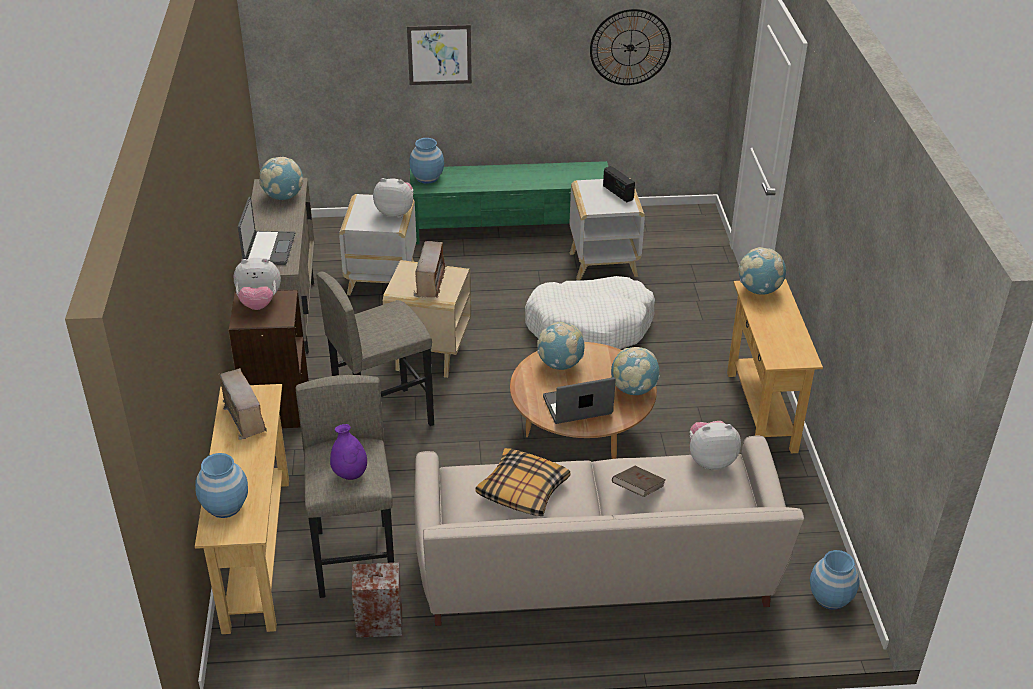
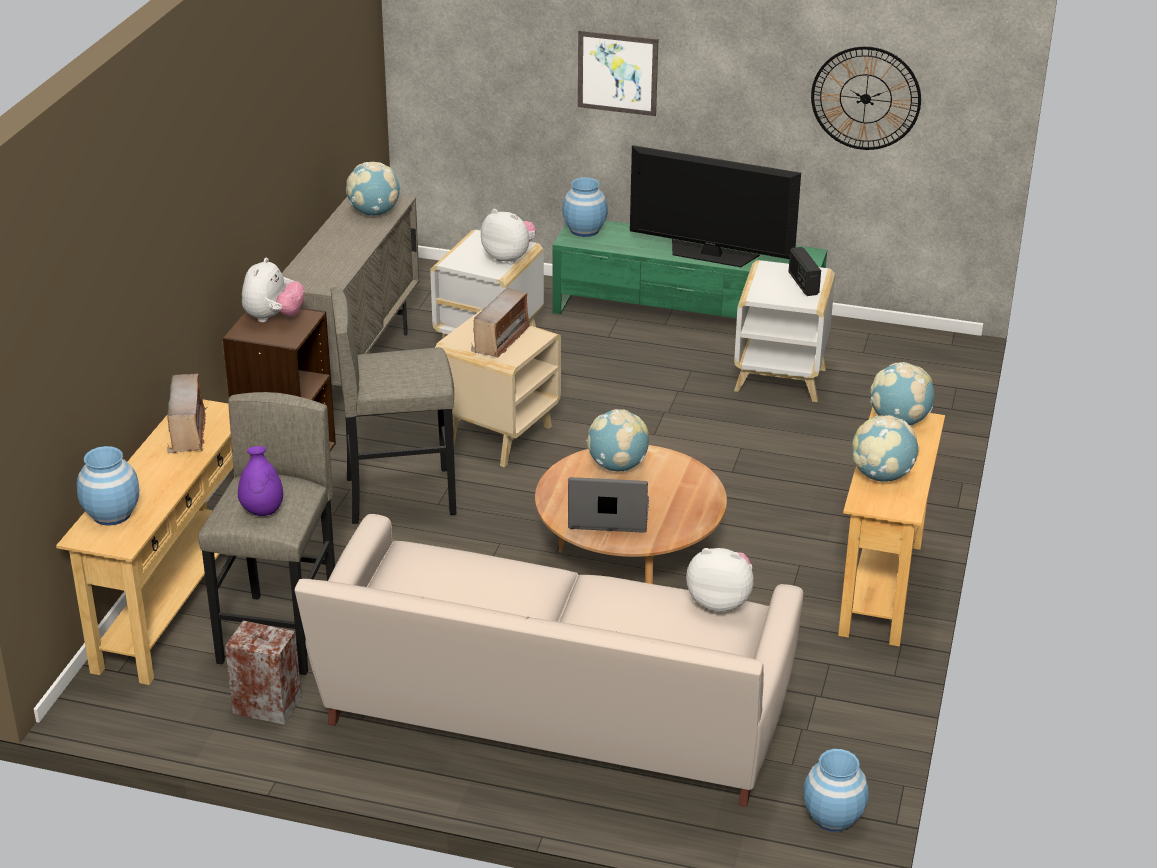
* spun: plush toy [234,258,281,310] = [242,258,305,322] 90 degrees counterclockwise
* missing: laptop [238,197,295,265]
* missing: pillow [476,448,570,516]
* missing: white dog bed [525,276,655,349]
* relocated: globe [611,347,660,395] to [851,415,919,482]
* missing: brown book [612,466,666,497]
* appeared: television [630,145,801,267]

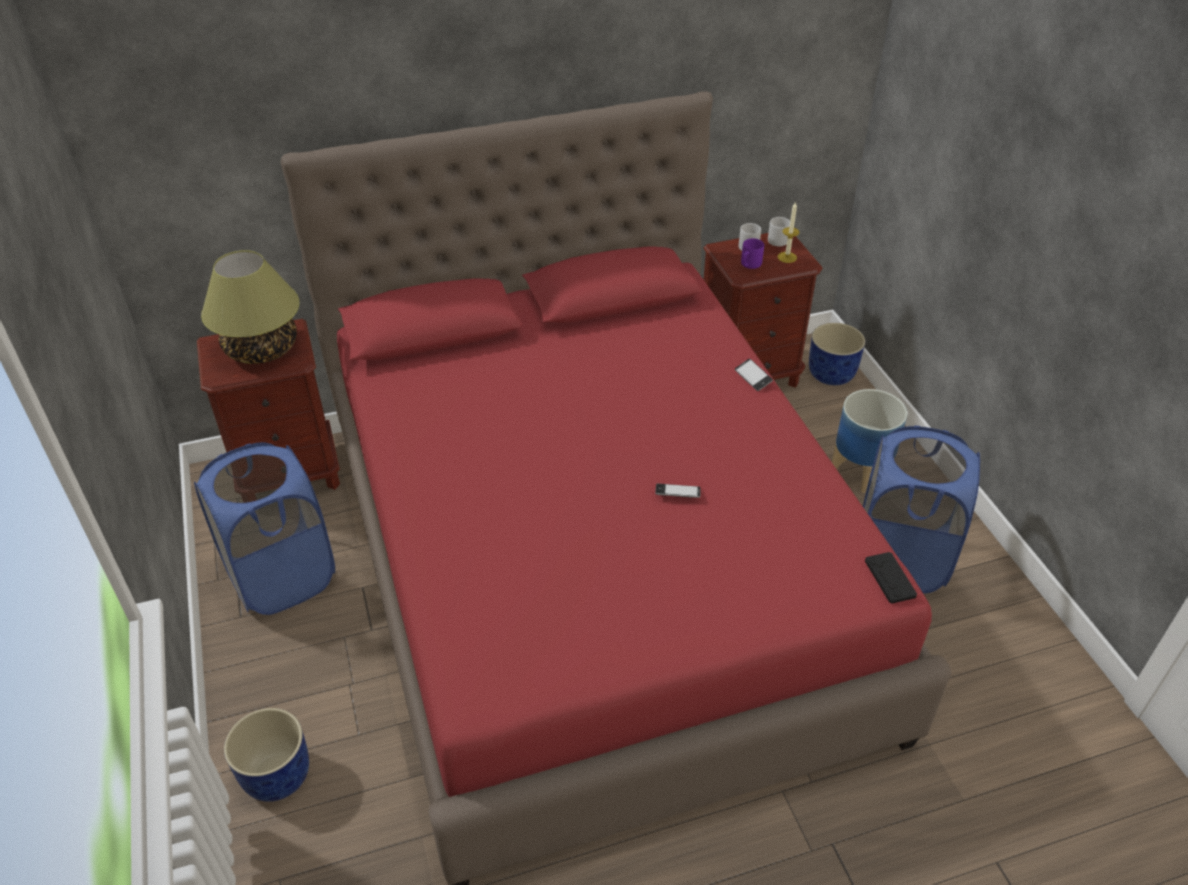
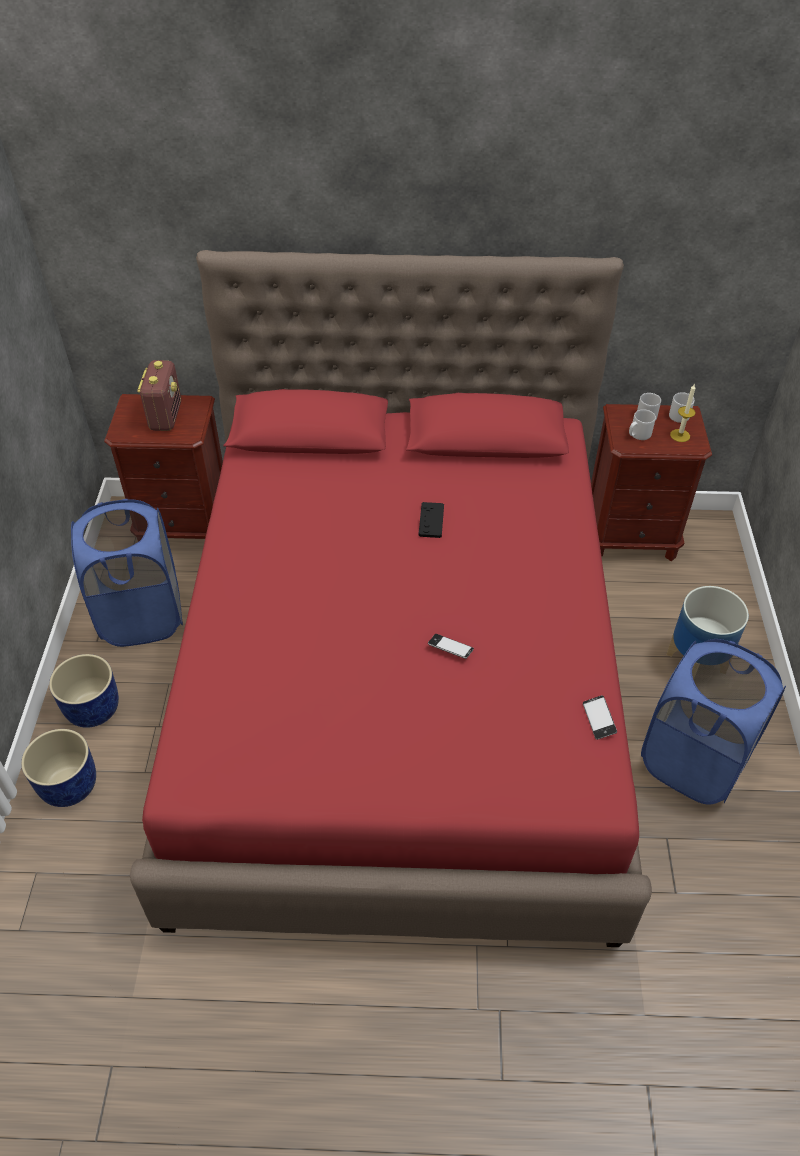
* exchanged: table lamp [201,250,300,364] to radio [137,360,181,431]
* relocated: phone [735,359,773,391] to [583,695,617,740]
* colour: purple mug [741,238,764,269] to grey mug [629,409,656,440]
* relocated: blue planter [809,323,865,385] to [49,654,119,728]
* relocated: black game controller [865,552,917,604] to [419,502,444,538]

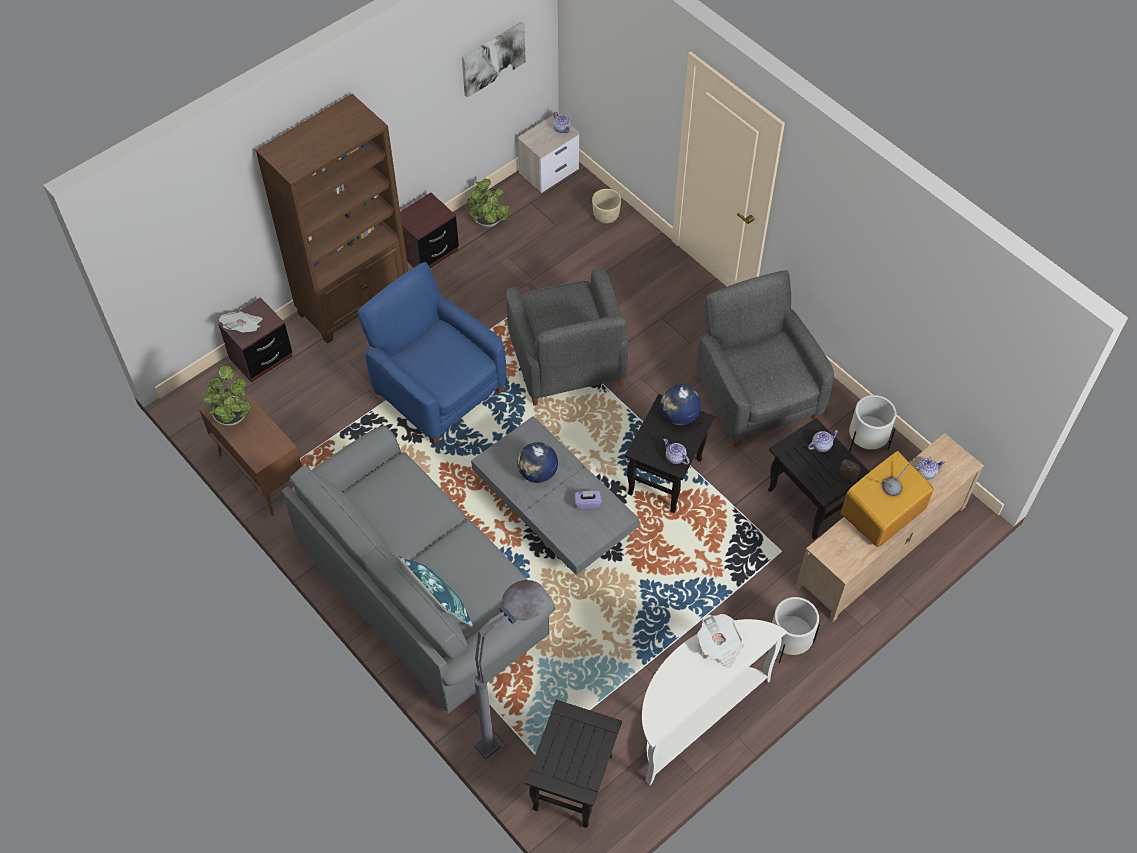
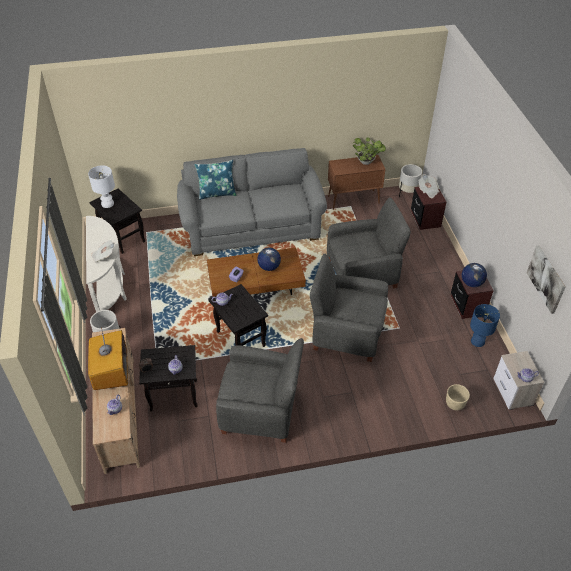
* missing: brown bookcase [255,94,408,344]
* colour: blue armchair [357,262,507,445] to grey armchair [327,197,411,288]
* exchanged: potted plant [467,179,509,228] to blue table lamp [470,304,500,347]
* colour: grey coffee table [471,416,639,575] to brown coffee table [207,247,306,297]
* missing: grey floor lamp [474,580,548,760]
* relocated: globe [660,384,701,425] to [462,263,487,287]
* relocated: white planter [849,395,896,452] to [399,164,422,197]
* appeared: white table lamp [88,165,115,208]

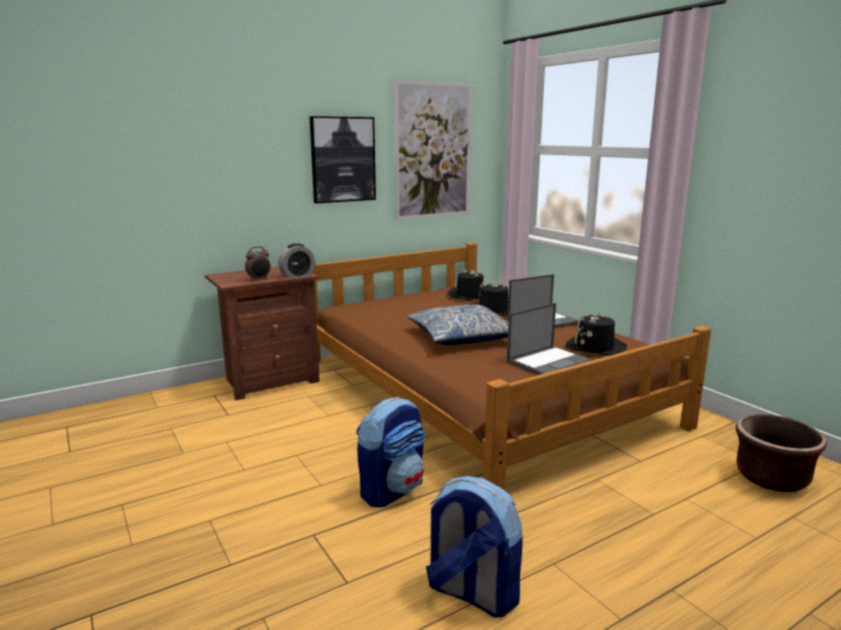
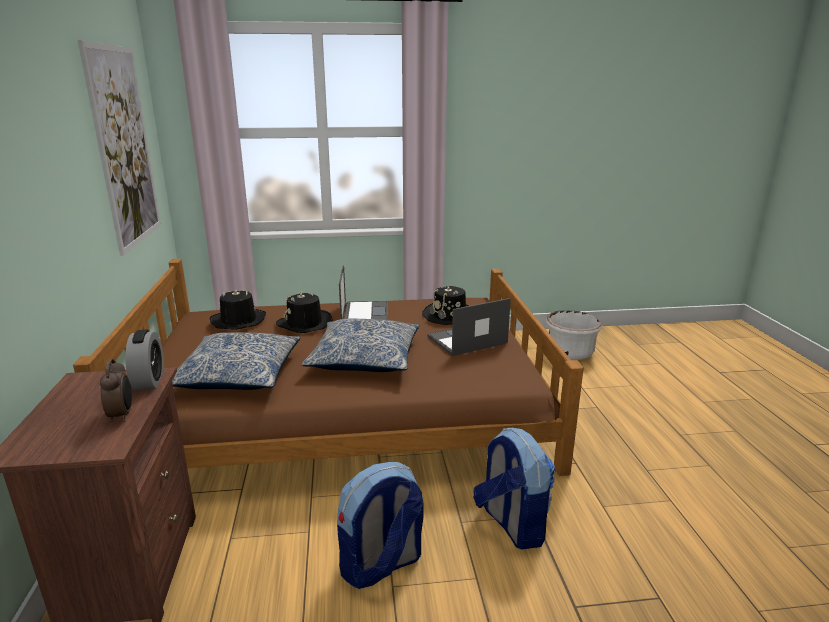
* missing: picture [310,116,376,203]
* relocated: backpack [426,476,523,617] to [337,462,424,589]
* spun: laptop [507,303,593,375] = [427,298,511,356] 105 degrees counterclockwise
* colour: brown planter [736,414,827,492] to white planter [546,311,602,360]
* appeared: pillow [172,332,301,390]

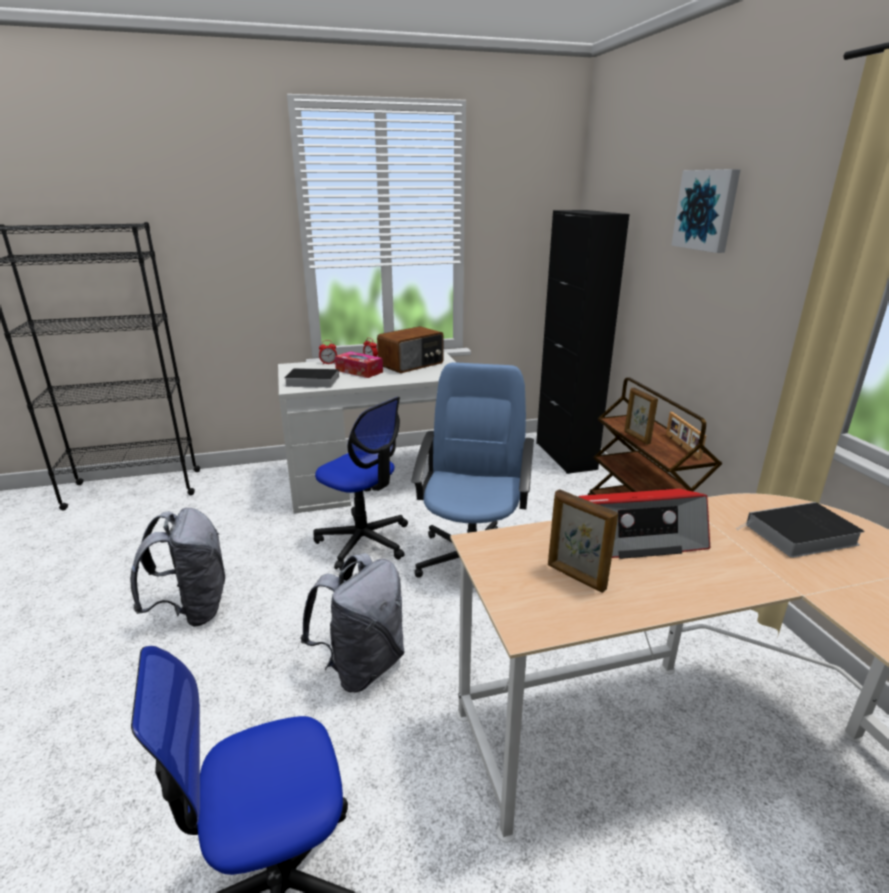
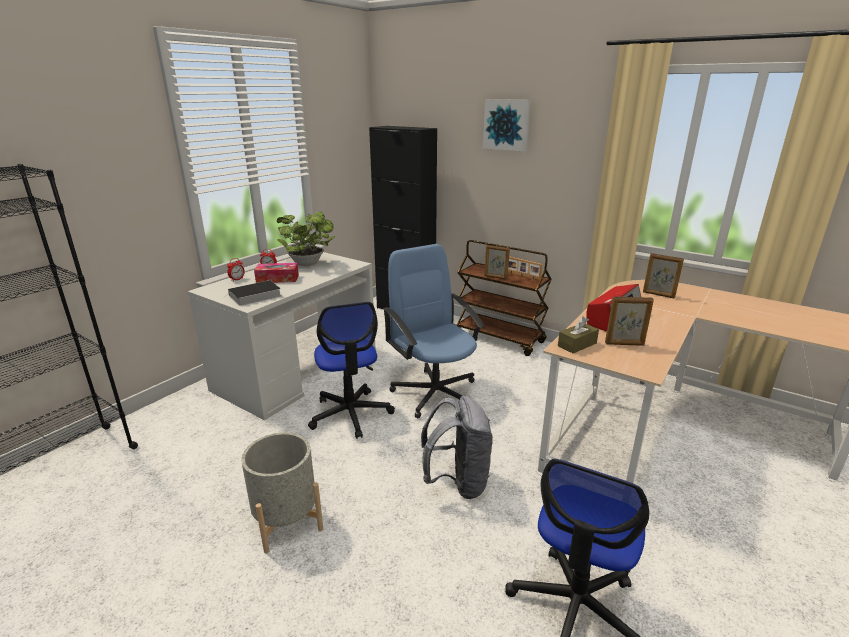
* exchanged: grey backpack [130,508,225,627] to grey planter [241,432,323,553]
* spun: office chair [313,397,408,570] = [308,302,395,439] 75 degrees clockwise
* exchanged: radio [377,326,443,373] to potted plant [277,211,335,266]
* exchanged: book [736,502,864,558] to picture frame [643,253,684,298]
* appeared: brown tissue box [558,316,599,353]

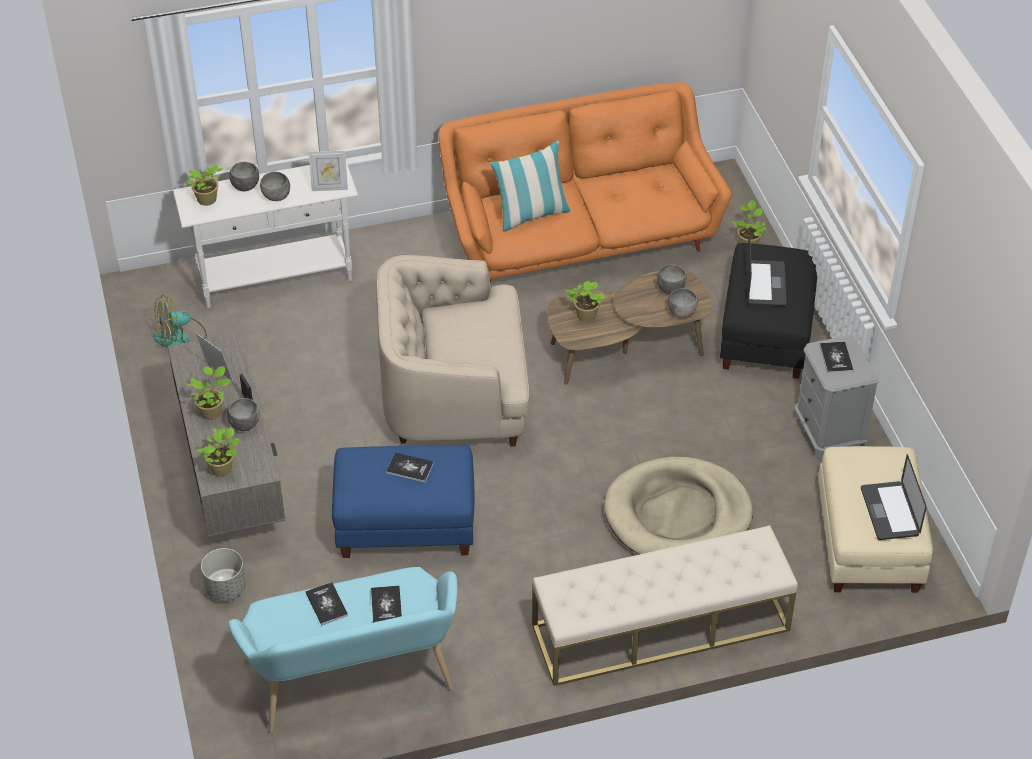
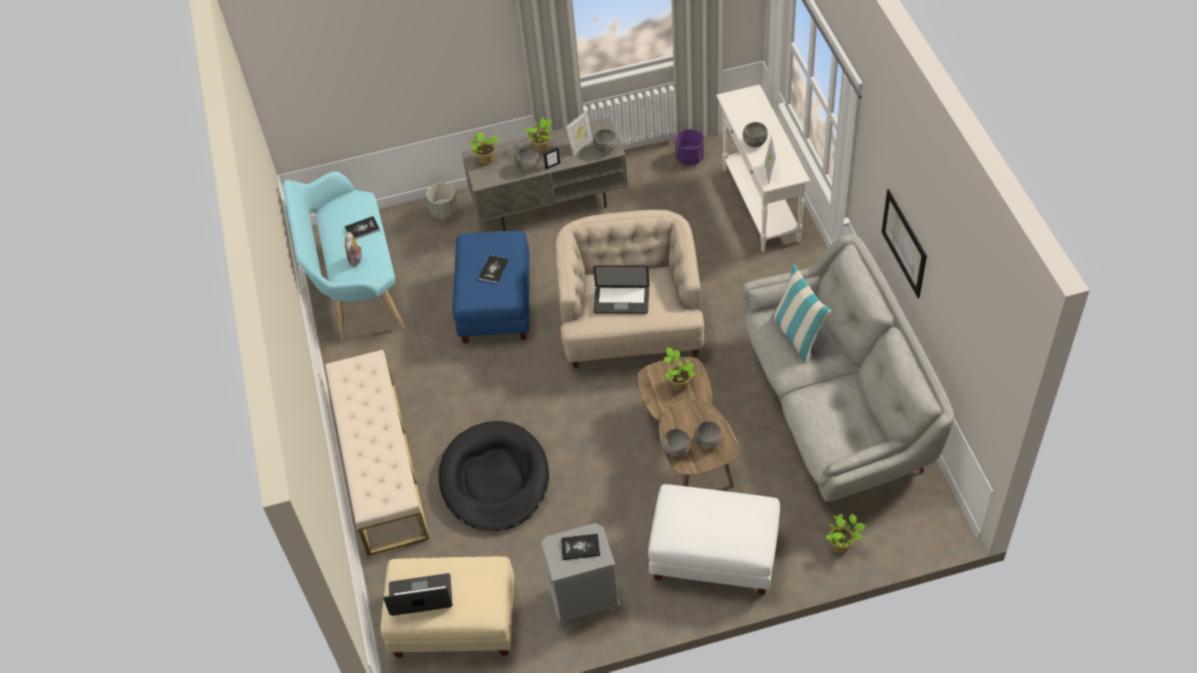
* exchanged: fan [154,295,207,348] to purple planter [675,129,704,165]
* missing: potted plant [186,163,222,206]
* relocated: grey bowl [229,162,259,191] to [593,129,617,153]
* exchanged: book [371,585,402,623] to plush toy [345,232,362,267]
* colour: orange sofa [439,82,731,282] to grey sofa [742,234,954,504]
* colour: beige dog bed [605,457,753,555] to black dog bed [439,421,549,531]
* colour: black ottoman [720,243,817,379] to white ottoman [648,484,780,595]
* relocated: laptop [746,233,787,306] to [593,265,649,314]
* appeared: picture [882,189,927,298]

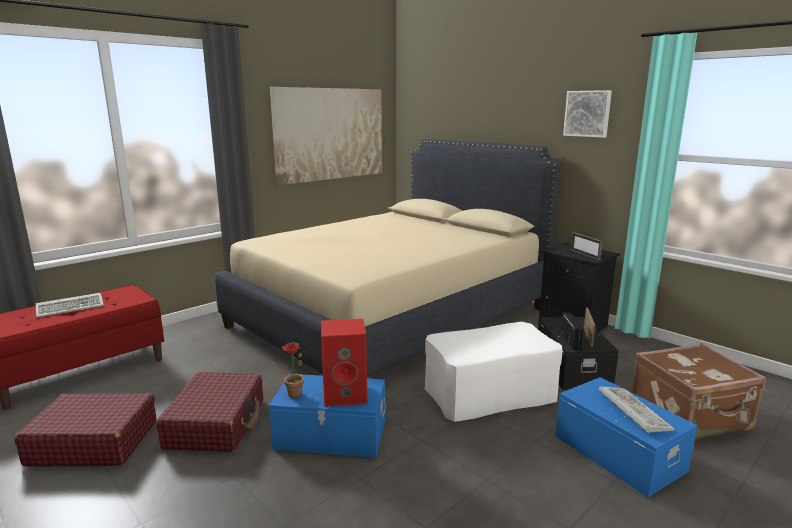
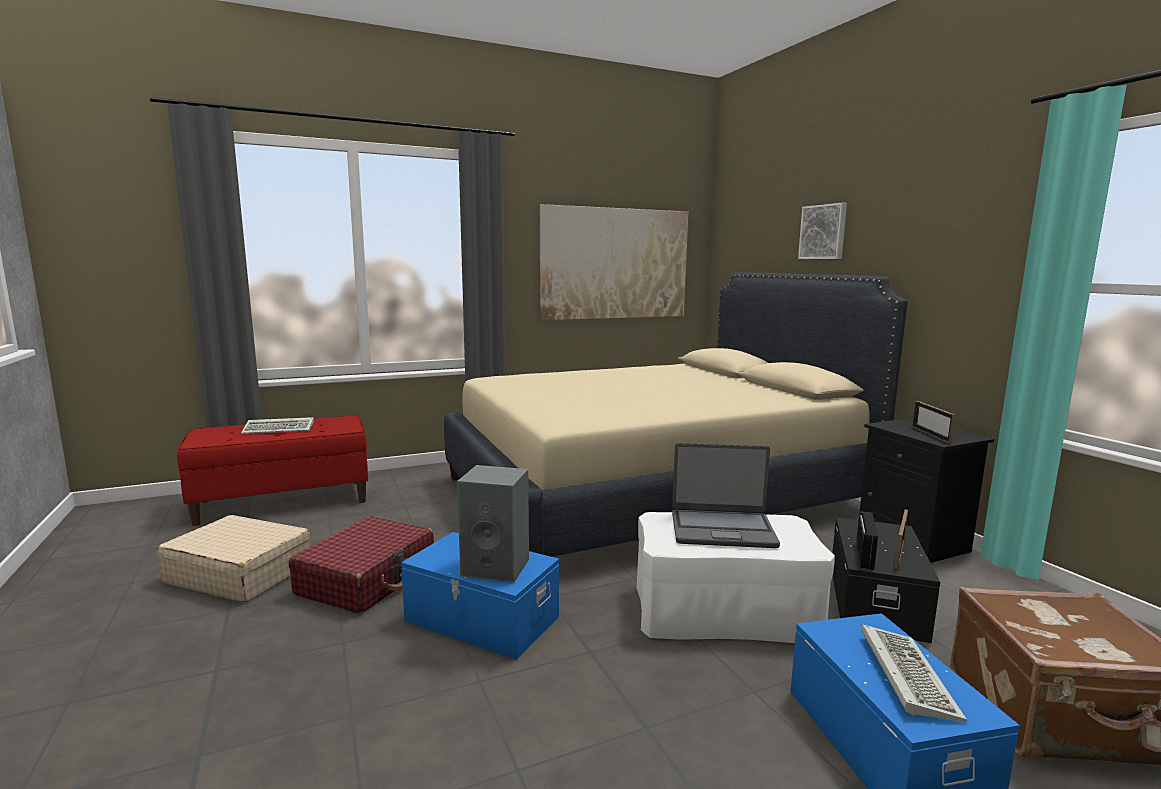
* colour: red suitcase [14,393,156,467] to beige suitcase [157,515,311,602]
* missing: potted plant [270,343,304,398]
* colour: red speaker [321,318,368,407] to grey speaker [457,465,529,583]
* relocated: picture [563,90,612,138] to [798,203,847,259]
* appeared: laptop [672,443,780,548]

